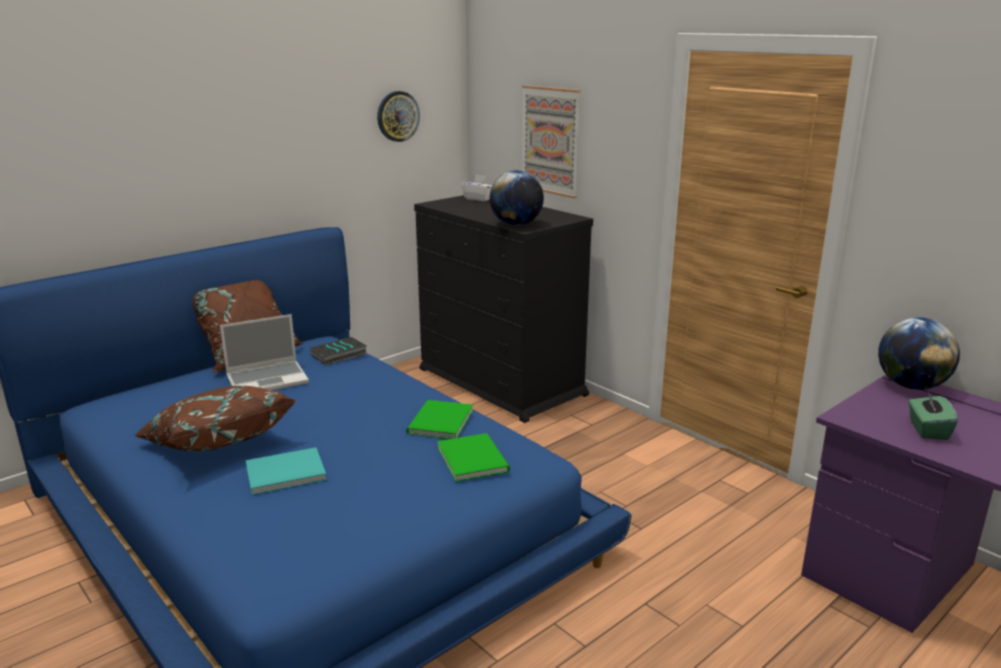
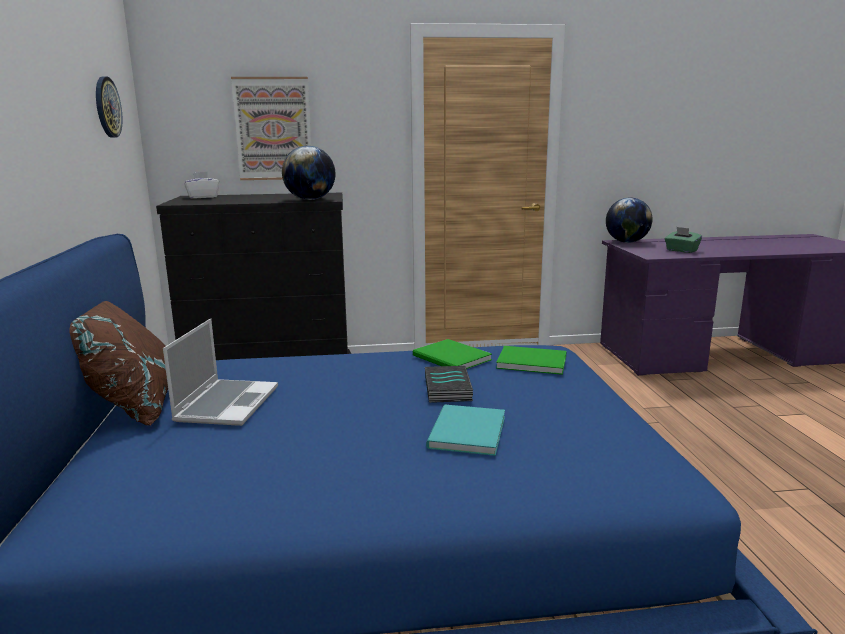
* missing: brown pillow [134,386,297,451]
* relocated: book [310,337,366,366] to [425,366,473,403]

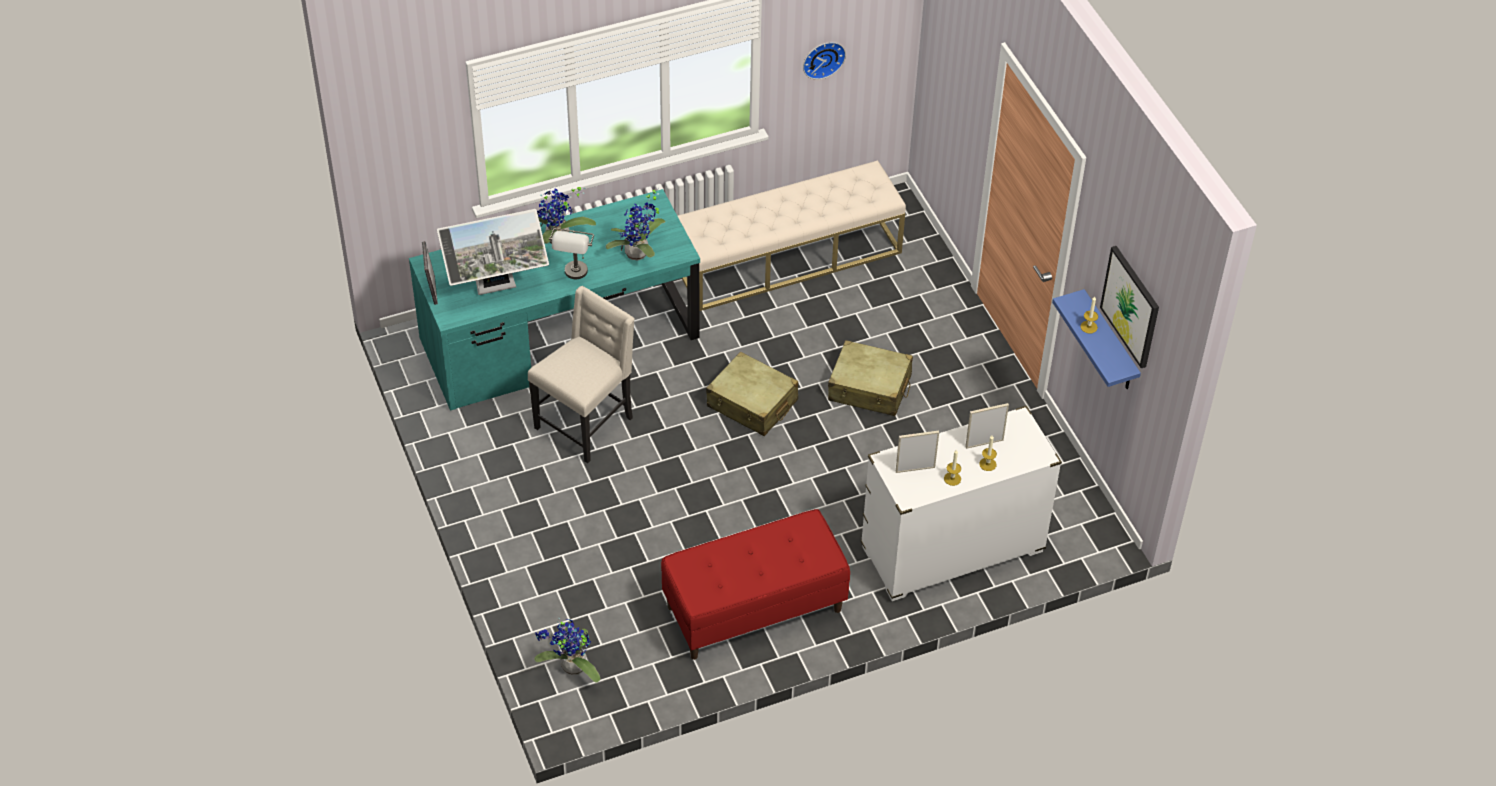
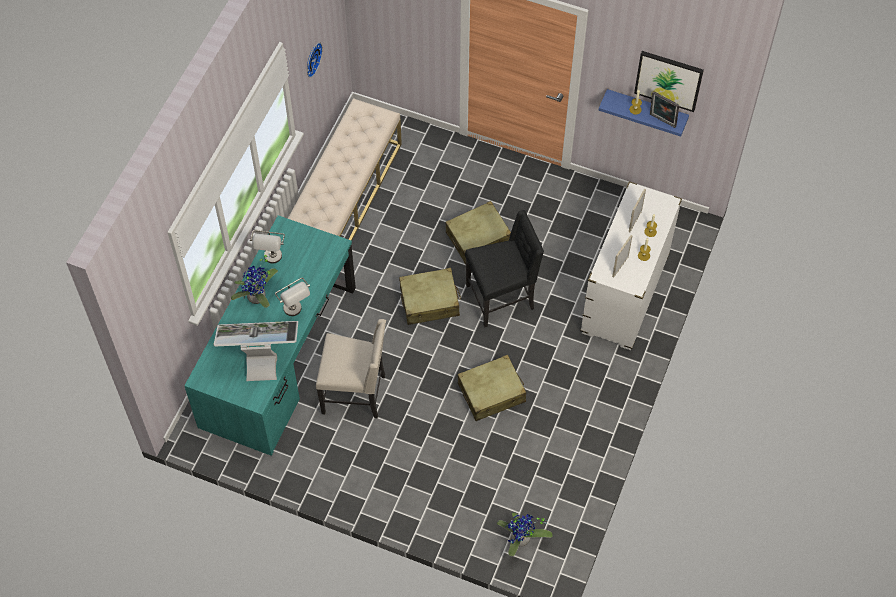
* relocated: picture frame [422,241,438,305] to [650,91,679,128]
* spun: monitor [437,209,549,295] = [213,321,298,381] 120 degrees counterclockwise
* spun: beige chair [528,286,635,463] = [316,319,386,418] 105 degrees clockwise
* missing: potted plant [606,188,666,260]
* missing: red bench [661,509,850,660]
* appeared: grey table lamp [250,230,285,264]
* appeared: beige suitcase [458,355,526,421]
* appeared: black chair [465,210,544,327]

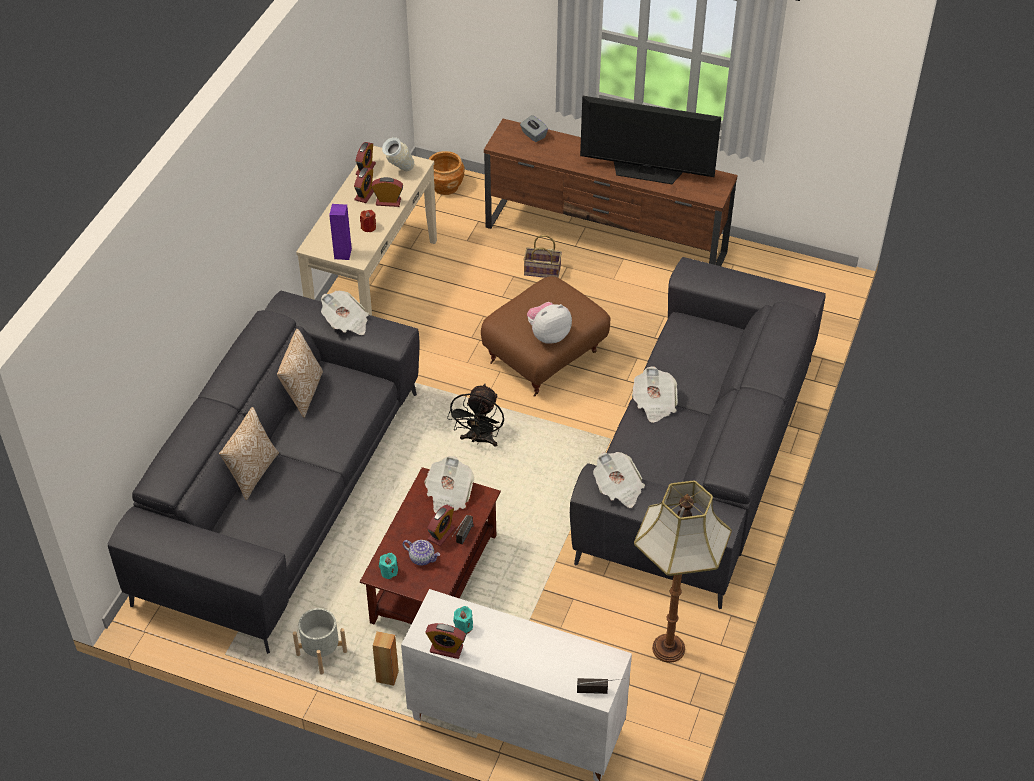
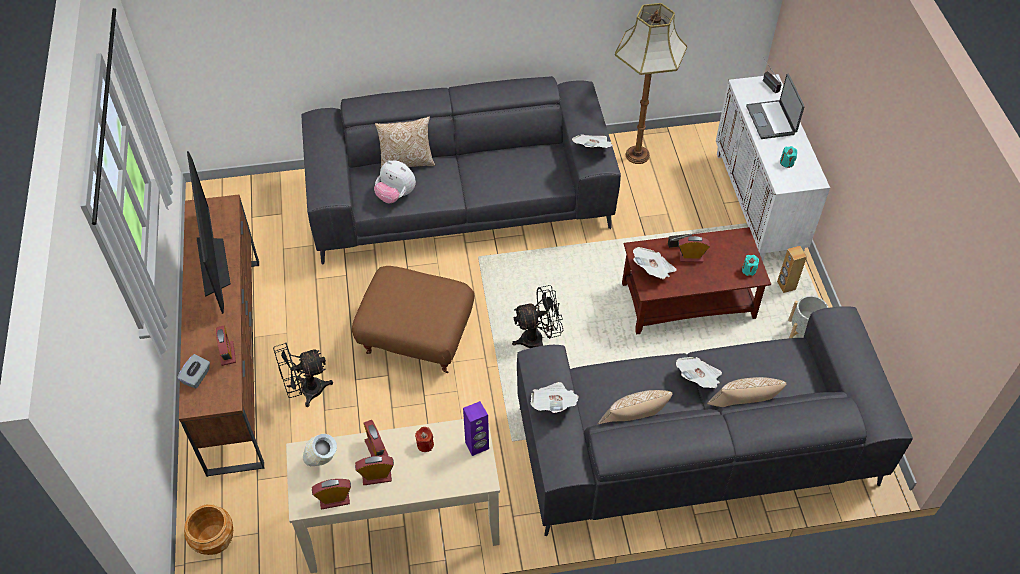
* missing: teapot [402,540,440,566]
* relocated: alarm clock [425,623,466,659] to [216,326,236,366]
* exchanged: basket [524,235,562,278] to black fan [273,343,333,407]
* relocated: plush toy [527,302,572,344] to [374,160,416,204]
* relocated: newspaper [632,366,678,423] to [676,357,722,388]
* appeared: pillow [375,117,435,170]
* appeared: laptop [746,74,805,139]

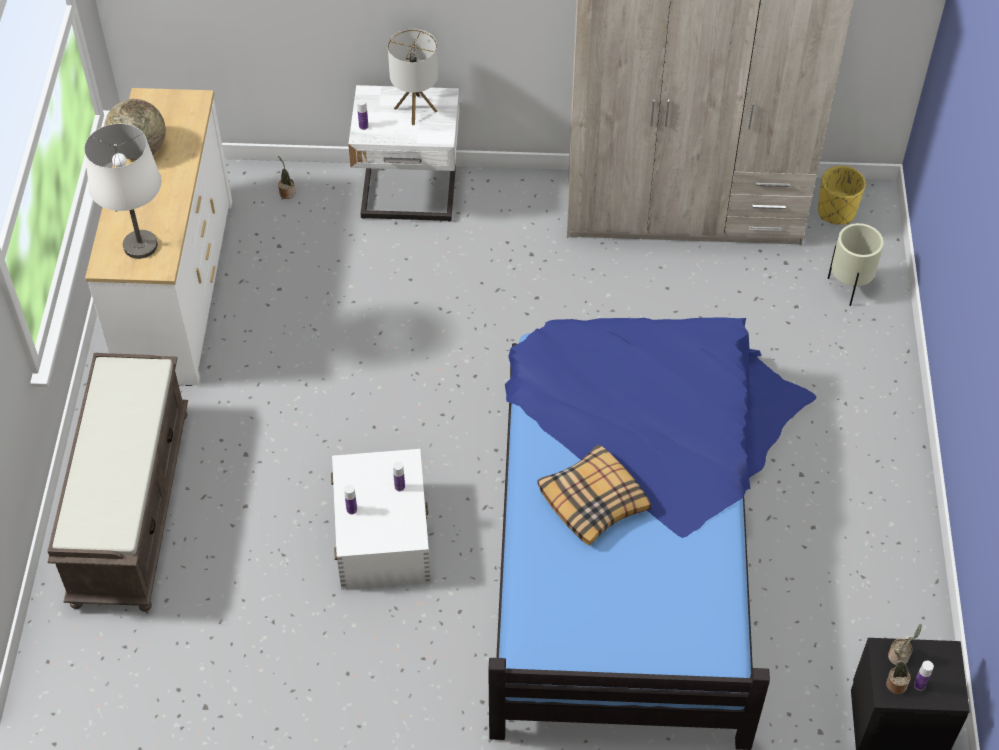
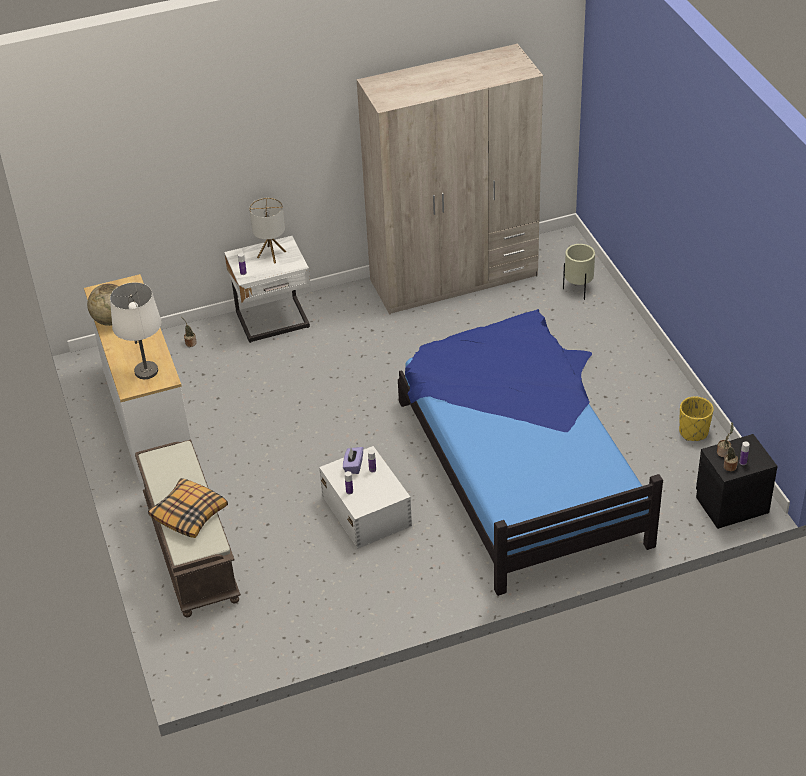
* relocated: pillow [537,444,651,545] to [148,478,228,538]
* relocated: yellow planter [818,166,866,225] to [679,396,713,441]
* appeared: purple tissue box [343,447,363,474]

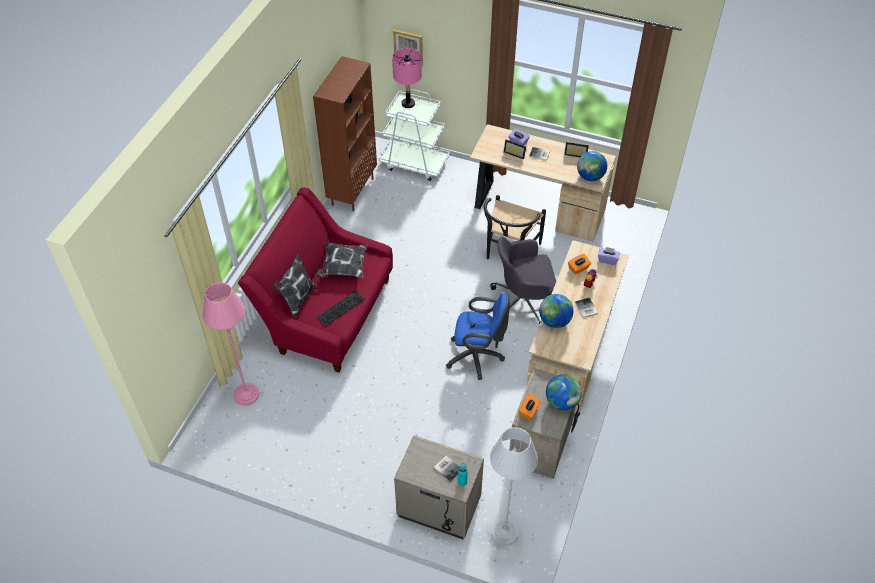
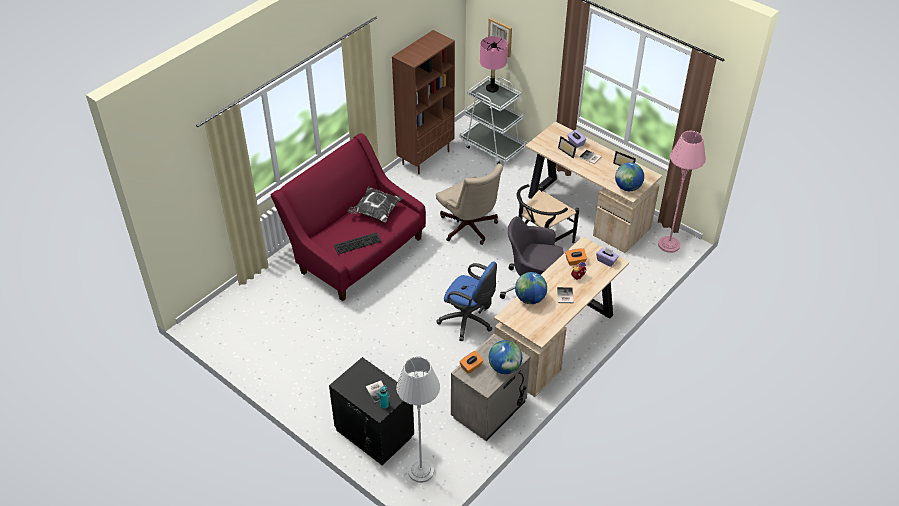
* relocated: pink floor lamp [202,282,259,406] to [658,130,706,253]
* missing: pillow [273,254,316,318]
* colour: beige nightstand [394,435,484,539] to black nightstand [329,357,414,465]
* appeared: beige office chair [436,164,503,245]

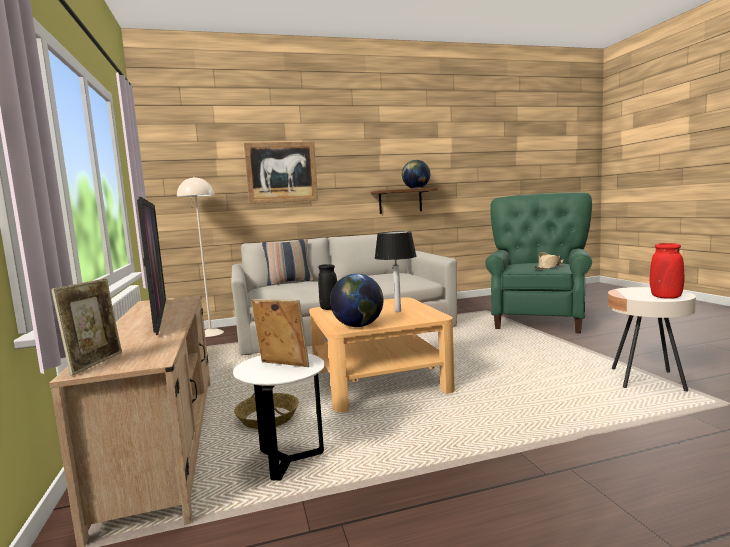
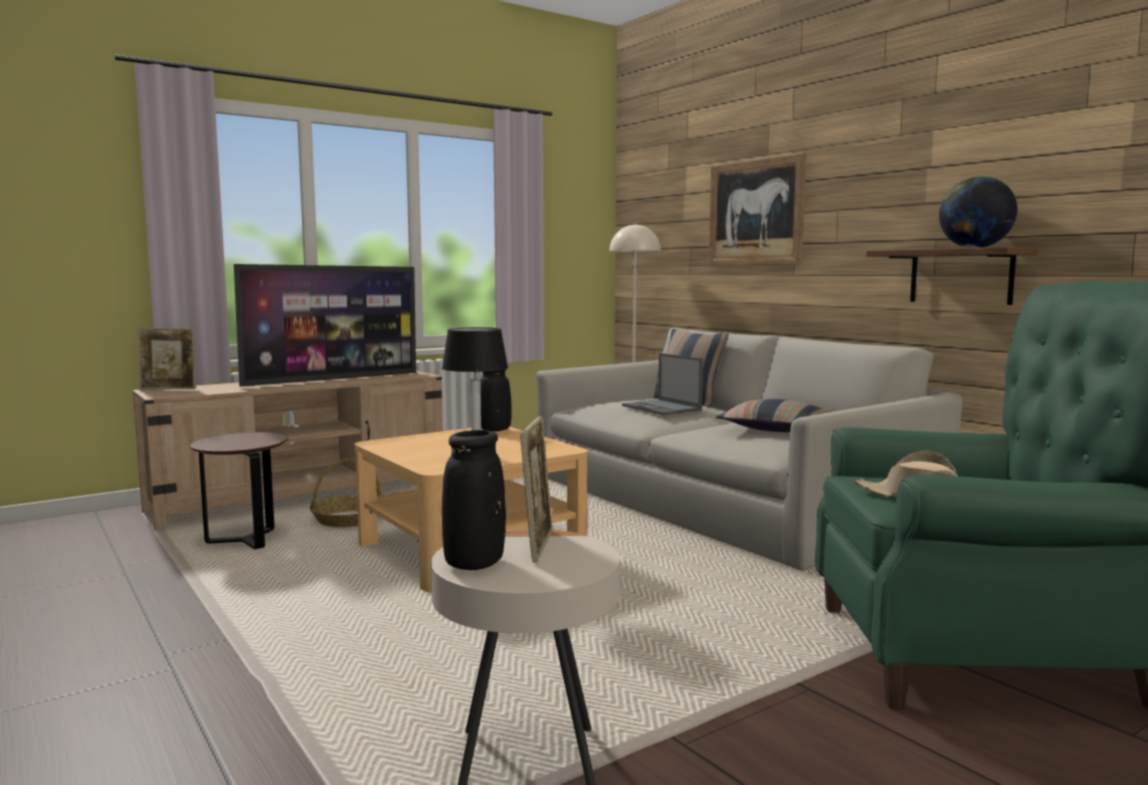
* colour: white side table [233,354,325,481] to brown side table [190,432,288,549]
* relocated: picture frame [251,299,309,367] to [520,416,553,563]
* missing: globe [330,274,383,327]
* colour: red vase [650,243,685,299] to black vase [442,430,506,570]
* appeared: laptop [622,353,703,415]
* appeared: pillow [716,399,832,432]

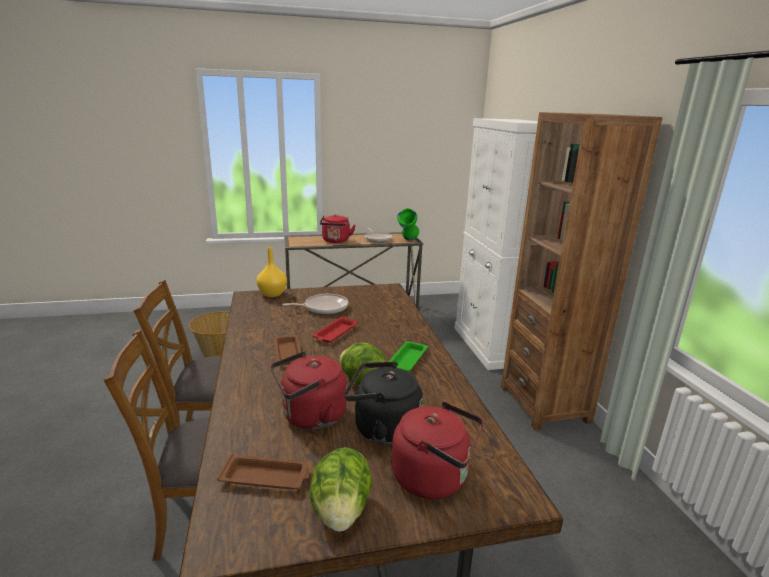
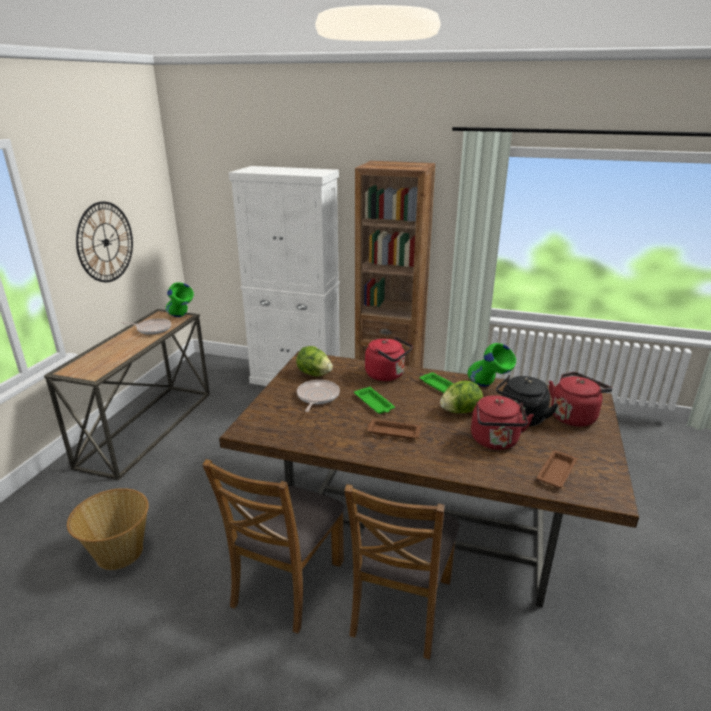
* missing: yellow vase [256,248,287,297]
* relocated: lettuce [309,447,372,532] to [296,346,333,376]
* colour: red tray [312,317,358,343] to green tray [354,387,395,414]
* relocated: red kettle [320,214,356,243] to [365,336,413,381]
* appeared: wall clock [76,201,133,282]
* appeared: green vase [467,343,516,387]

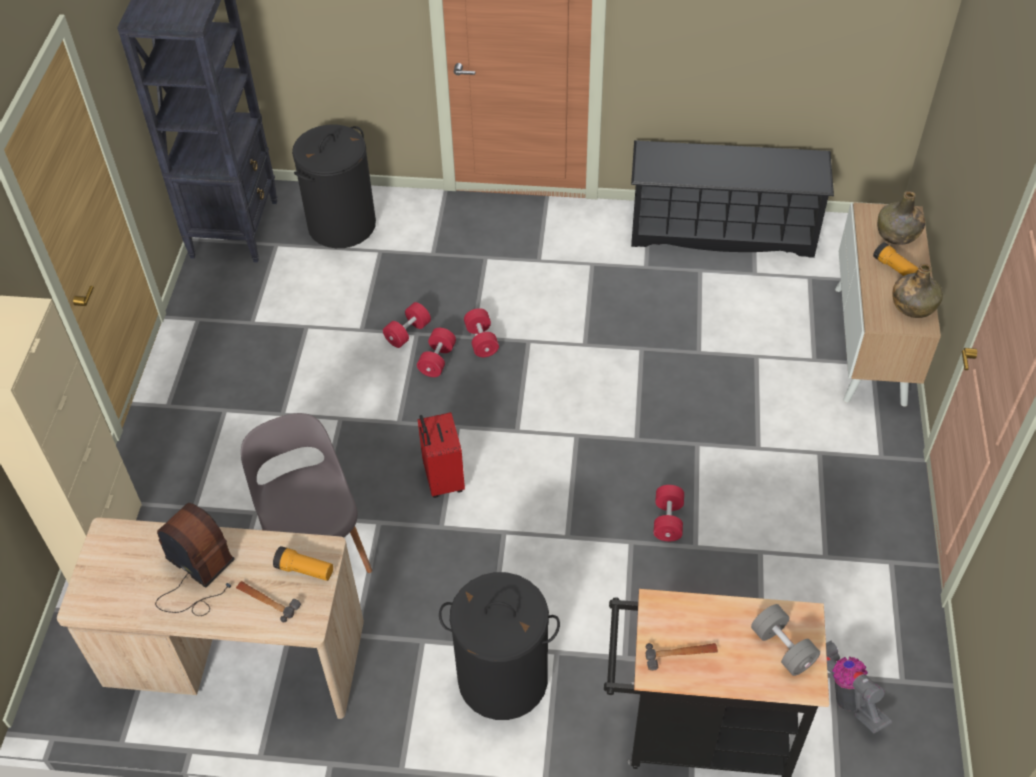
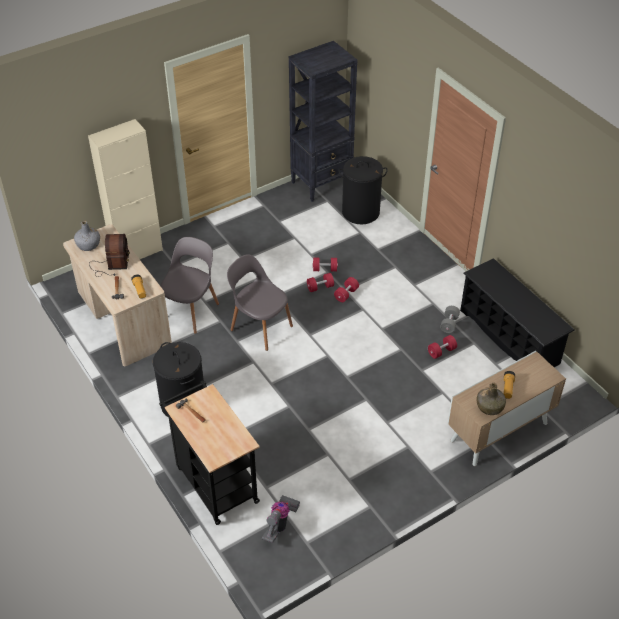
* exchanged: red suitcase [418,412,465,498] to grey chair [227,254,293,351]
* relocated: red dumbbell [654,485,684,541] to [428,335,457,359]
* relocated: grey dumbbell [751,604,820,676] to [440,306,460,333]
* missing: green bottle [877,191,925,245]
* appeared: grey bottle [74,221,100,251]

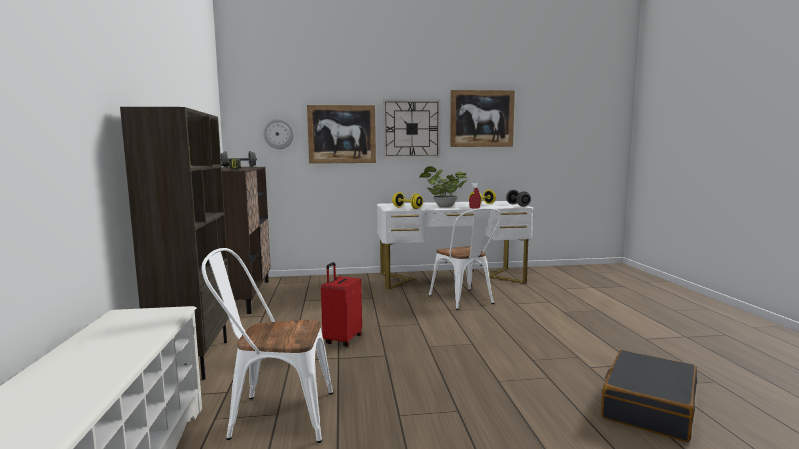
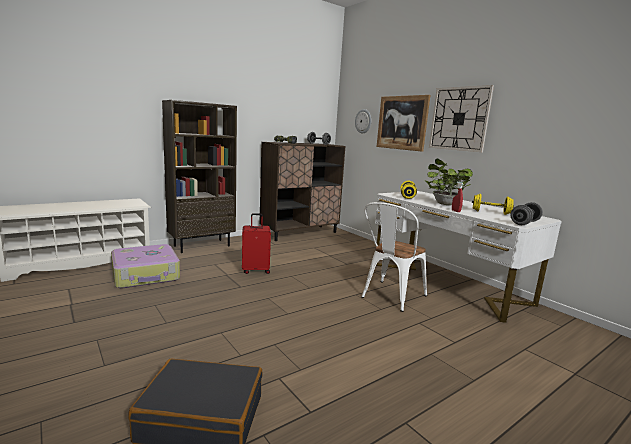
* exchanged: white chair [202,248,333,443] to suitcase [111,244,180,288]
* missing: picture [450,90,515,147]

